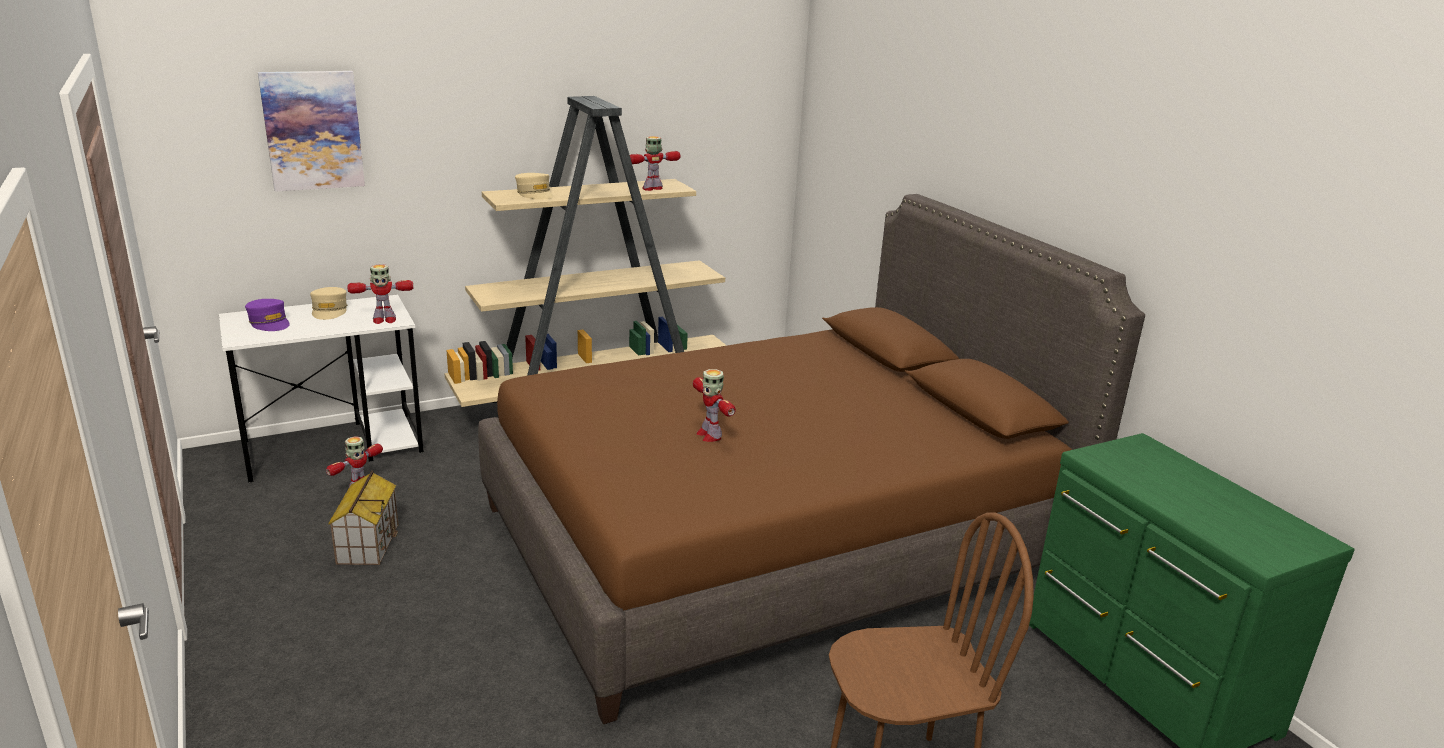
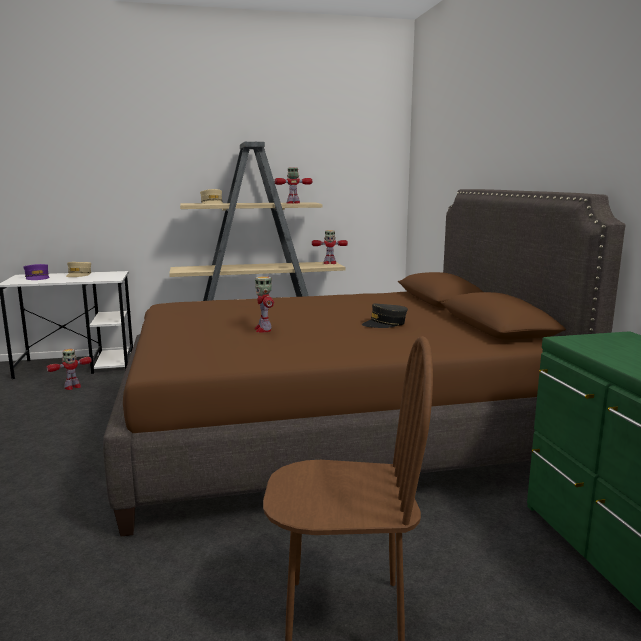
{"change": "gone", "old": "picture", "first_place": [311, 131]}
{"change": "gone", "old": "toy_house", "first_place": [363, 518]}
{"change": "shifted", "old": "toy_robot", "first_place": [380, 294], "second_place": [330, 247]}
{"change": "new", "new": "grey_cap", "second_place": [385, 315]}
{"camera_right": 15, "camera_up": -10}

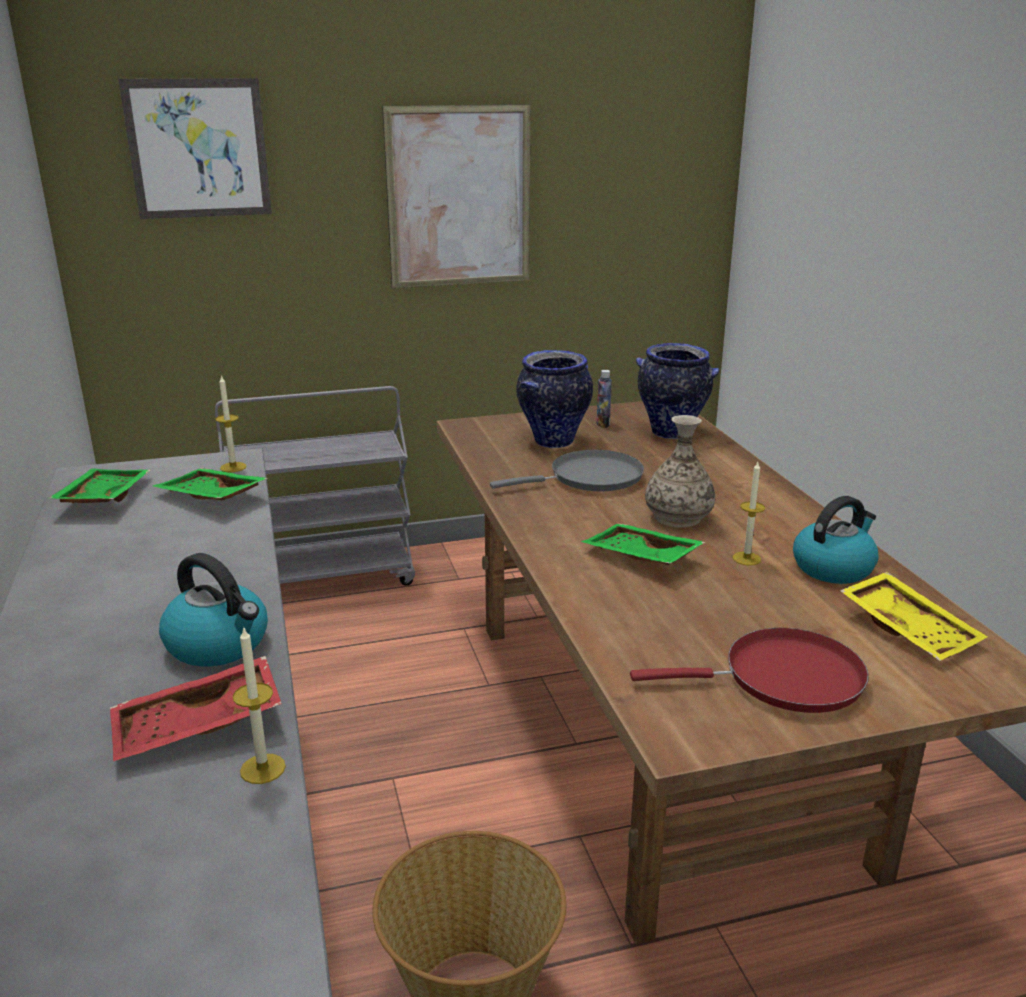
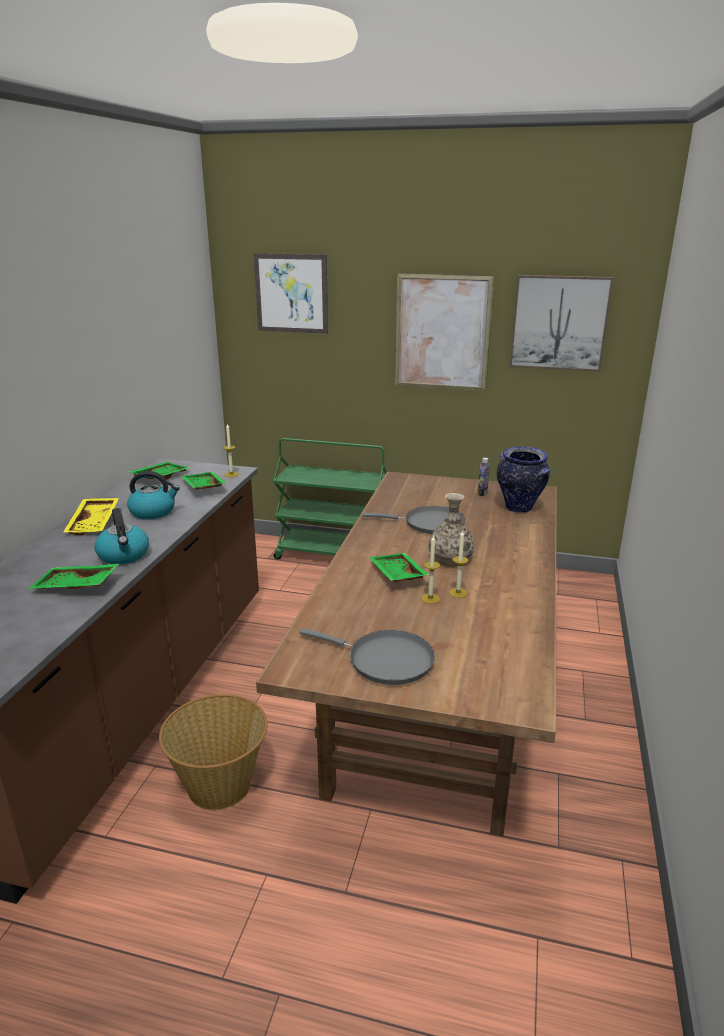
{"change": "repainted", "old": "red_tray", "new": "green_tray", "first_place": [196, 709], "second_place": [74, 576]}
{"change": "repainted", "old": "grey_cart", "new": "green_cart", "first_place": [315, 486], "second_place": [330, 498]}
{"change": "shifted", "old": "candle", "first_place": [259, 705], "second_place": [430, 569]}
{"change": "gone", "old": "vase", "first_place": [554, 399]}
{"change": "repainted", "old": "red_frying_pan", "new": "grey_frying_pan", "first_place": [749, 670], "second_place": [367, 656]}
{"change": "shifted", "old": "kettle", "first_place": [835, 540], "second_place": [153, 495]}
{"change": "shifted", "old": "yellow_tray", "first_place": [913, 616], "second_place": [91, 516]}
{"change": "new", "new": "picture", "second_place": [562, 323]}
{"camera_right": 30, "camera_up": 0}

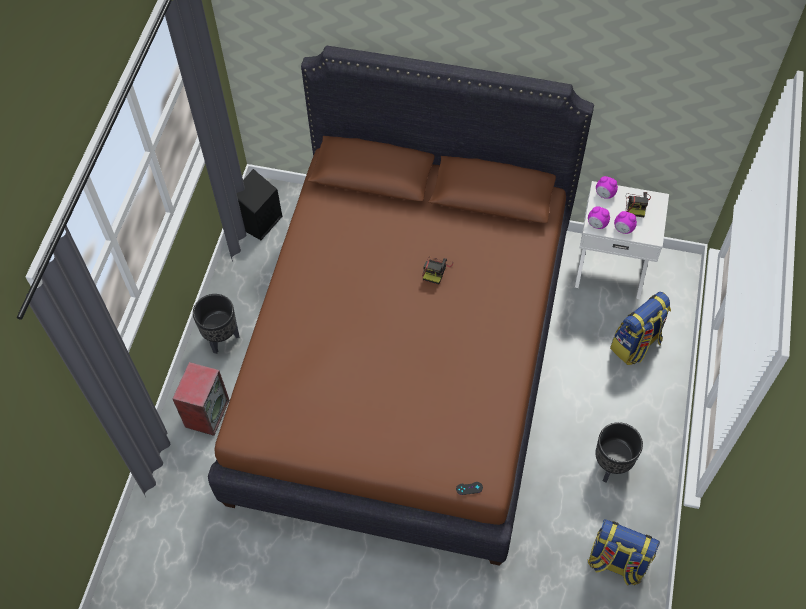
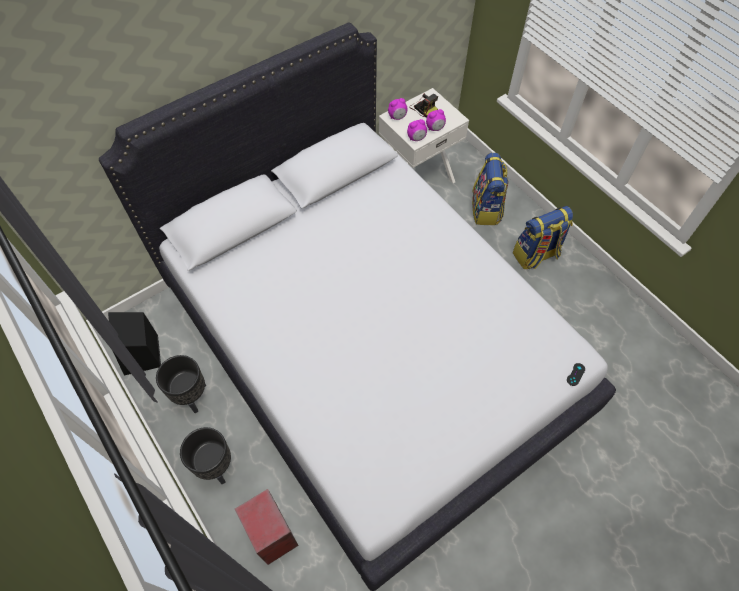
{"change": "repainted", "old": "brown_bed", "new": "white_bed", "first_place": [401, 306], "second_place": [357, 306]}
{"change": "gone", "old": "photo_camera", "first_place": [437, 271]}
{"change": "shifted", "old": "backpack", "first_place": [624, 552], "second_place": [543, 237]}
{"change": "shifted", "old": "black_planter", "first_place": [619, 452], "second_place": [181, 384]}
{"camera_right": -50, "camera_up": 0}

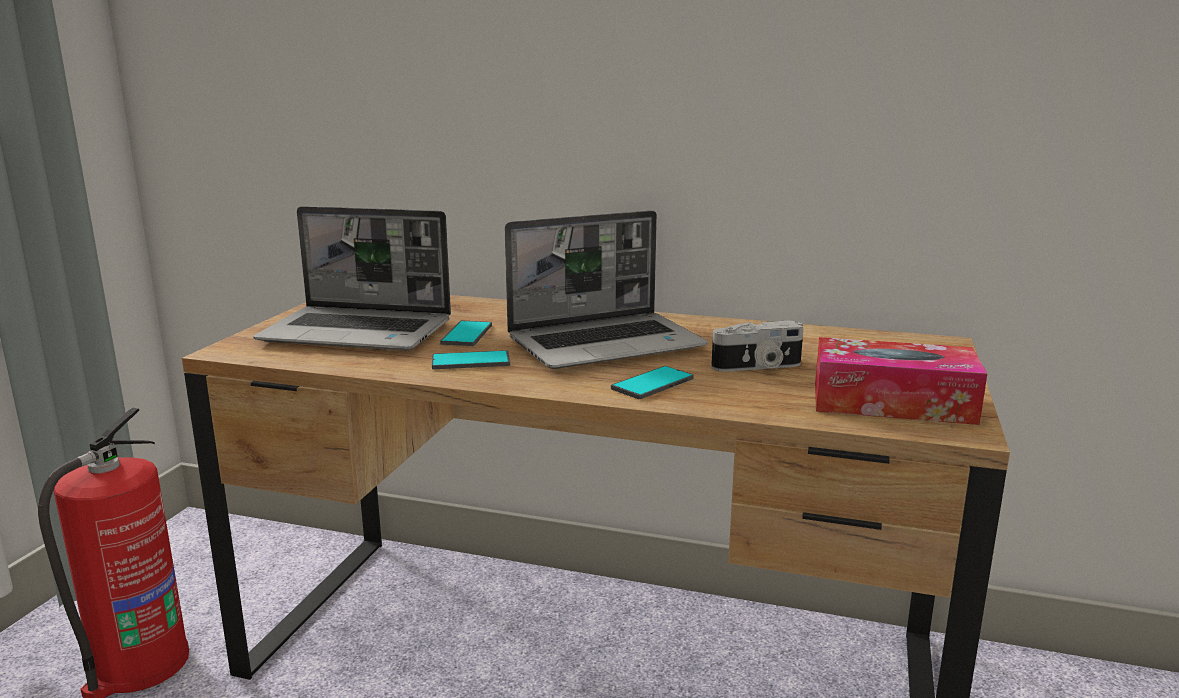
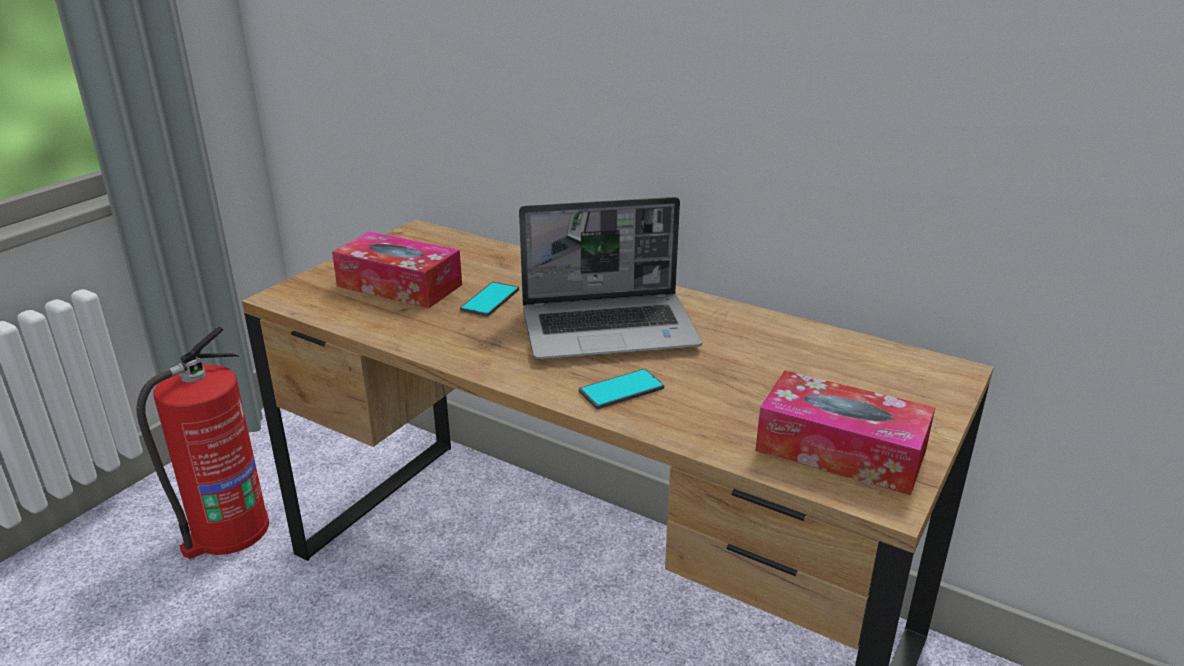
{"change": "swapped", "old": "laptop", "new": "tissue_box", "first_place": [352, 278], "second_place": [397, 270]}
{"change": "gone", "old": "phone", "first_place": [471, 359]}
{"change": "gone", "old": "photo_camera", "first_place": [757, 346]}
{"camera_right": 15, "camera_up": 10}

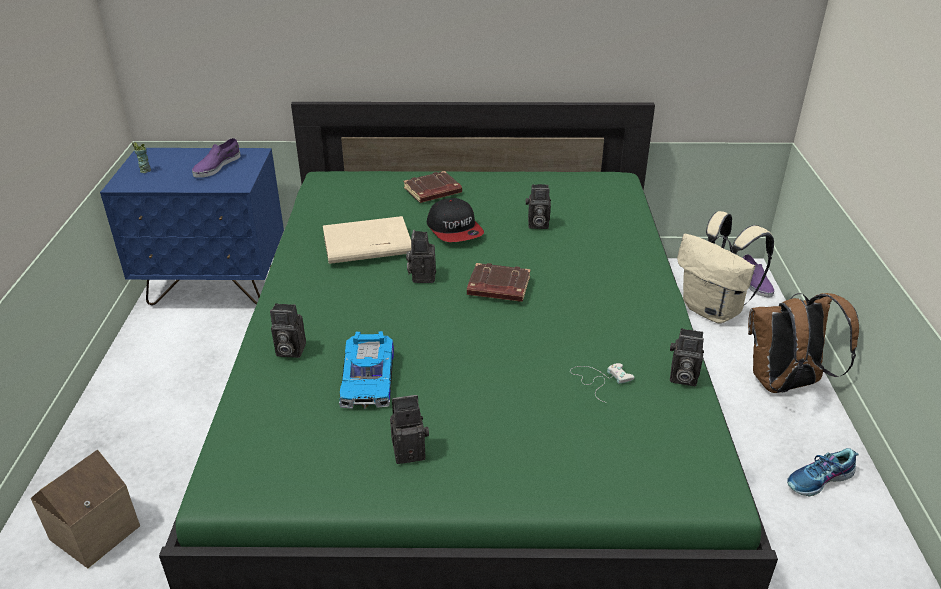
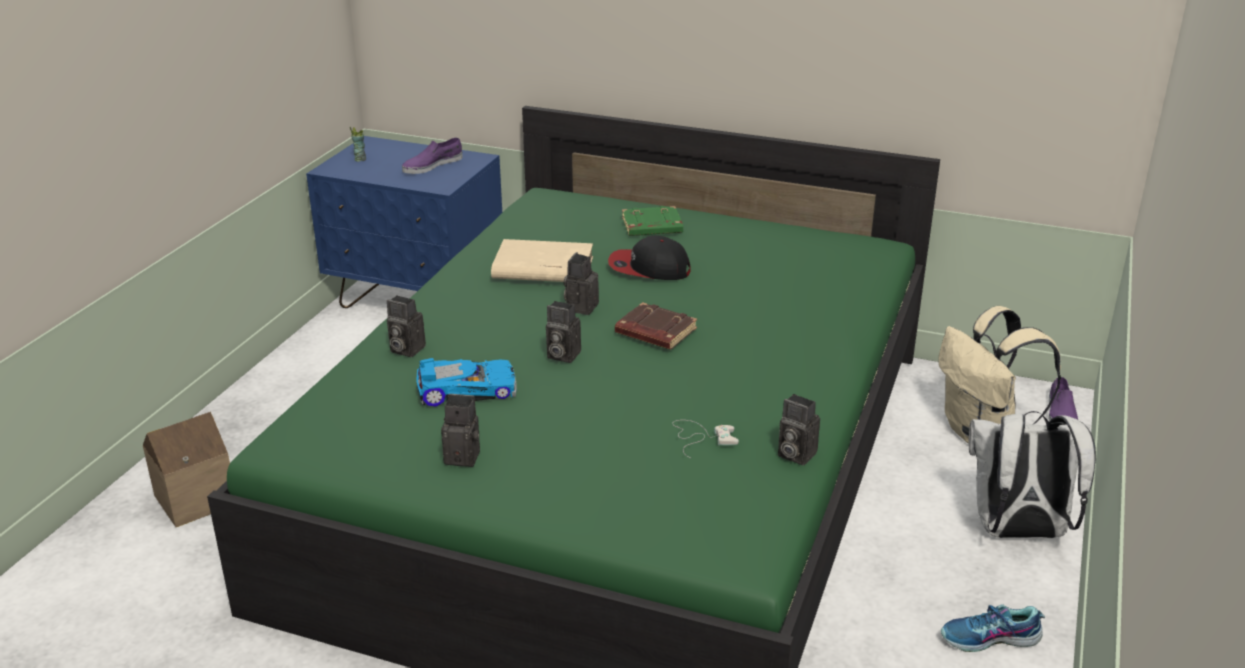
{"change": "rotated", "old": "toy_car", "first_place": [366, 370], "second_place": [466, 382], "degrees": -120}
{"change": "repainted", "old": "brown_book", "new": "green_book", "first_place": [432, 187], "second_place": [652, 221]}
{"change": "rotated", "old": "cap", "first_place": [455, 220], "second_place": [649, 258], "degrees": 105}
{"change": "shifted", "old": "photo_camera", "first_place": [538, 206], "second_place": [563, 332]}
{"change": "repainted", "old": "brown_backpack", "new": "white_backpack", "first_place": [803, 343], "second_place": [1032, 474]}
{"camera_right": 20, "camera_up": -5}

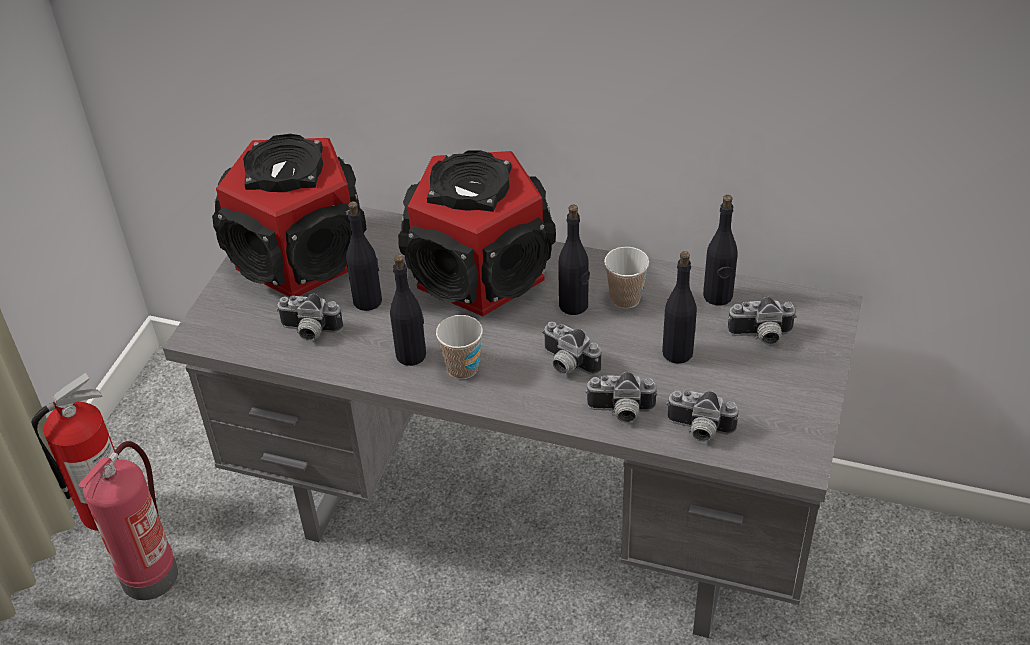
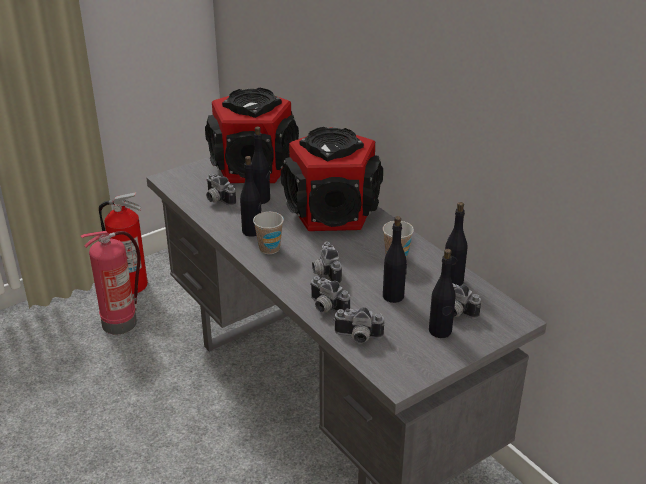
{"change": "shifted", "old": "black_bottle", "first_place": [574, 260], "second_place": [442, 293]}
{"change": "rotated", "old": "photo_camera", "first_place": [702, 416], "second_place": [359, 325], "degrees": -45}
{"camera_right": 35, "camera_up": -10}

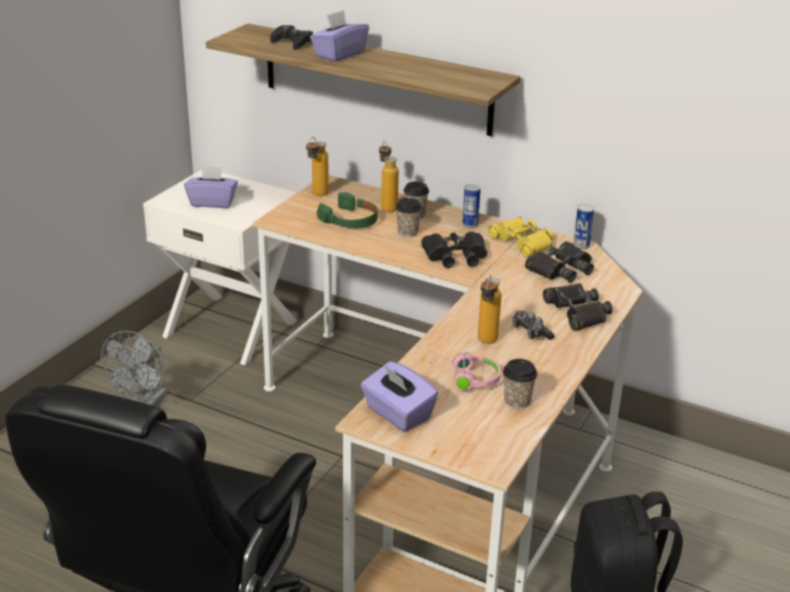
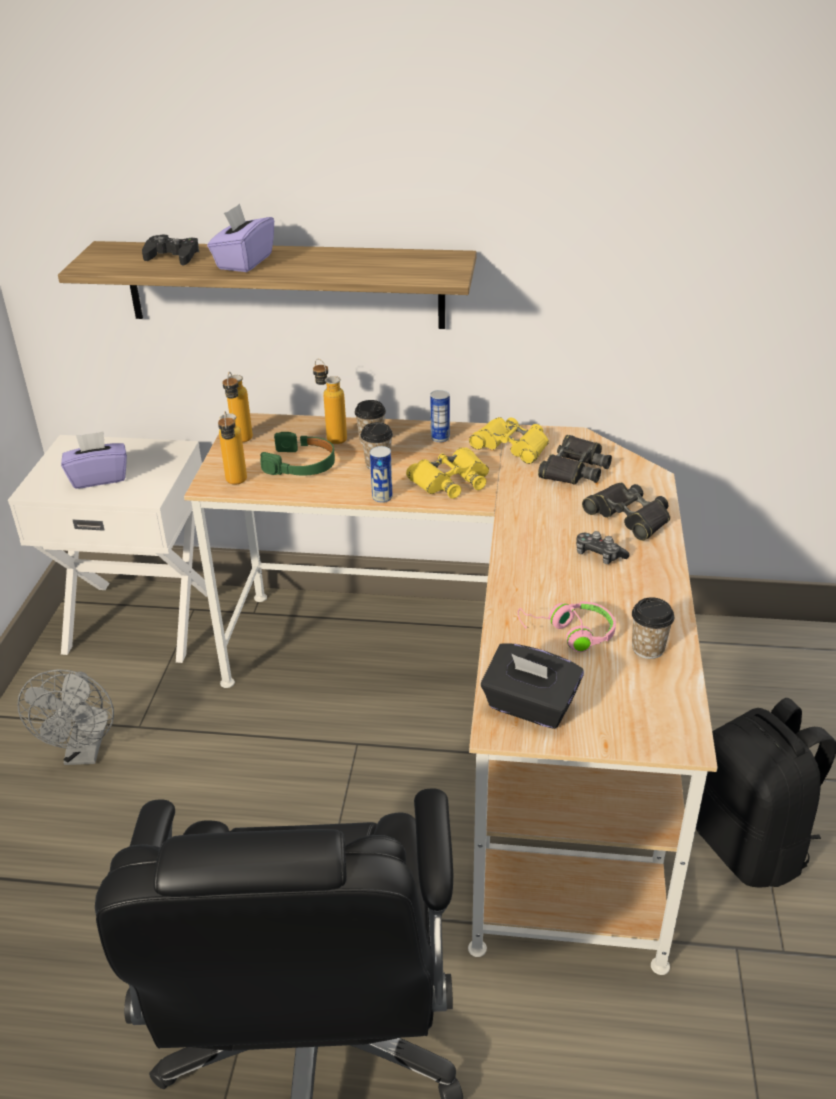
{"change": "repainted", "old": "purple_tissue_box", "new": "black_tissue_box", "first_place": [399, 396], "second_place": [532, 686]}
{"change": "repainted", "old": "black_binoculars", "new": "yellow_binoculars", "first_place": [454, 250], "second_place": [447, 473]}
{"change": "shifted", "old": "bottle", "first_place": [489, 309], "second_place": [232, 448]}
{"change": "shifted", "old": "can", "first_place": [583, 226], "second_place": [381, 474]}
{"camera_right": -20, "camera_up": 5}

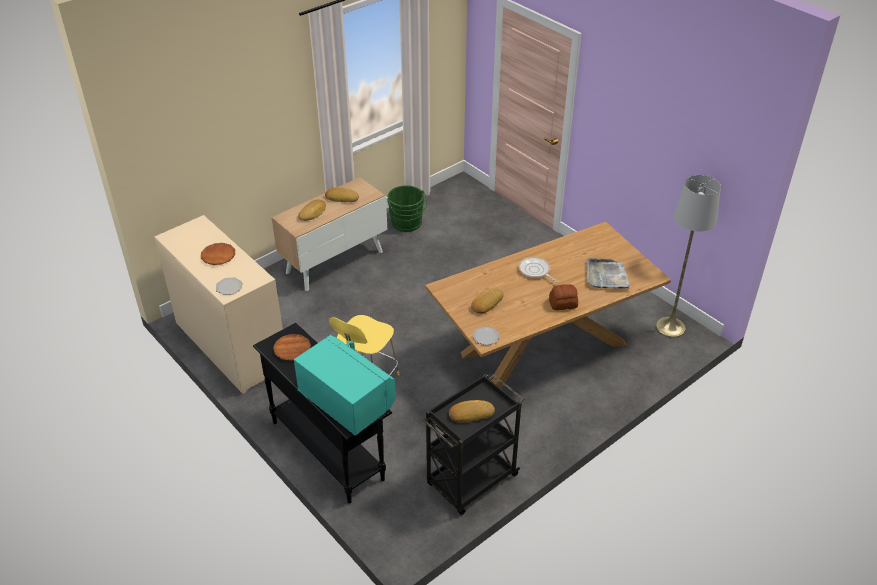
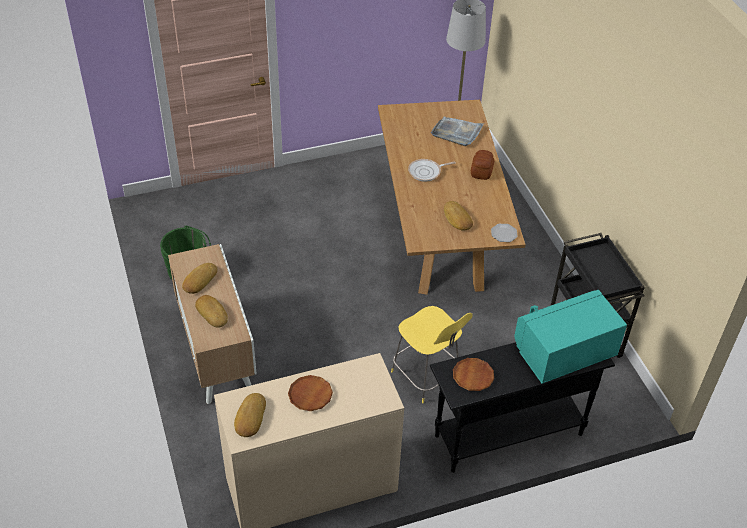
{"change": "gone", "old": "plate", "first_place": [229, 286]}
{"change": "shifted", "old": "bread", "first_place": [472, 411], "second_place": [250, 415]}
{"camera_right": -70, "camera_up": 5}

